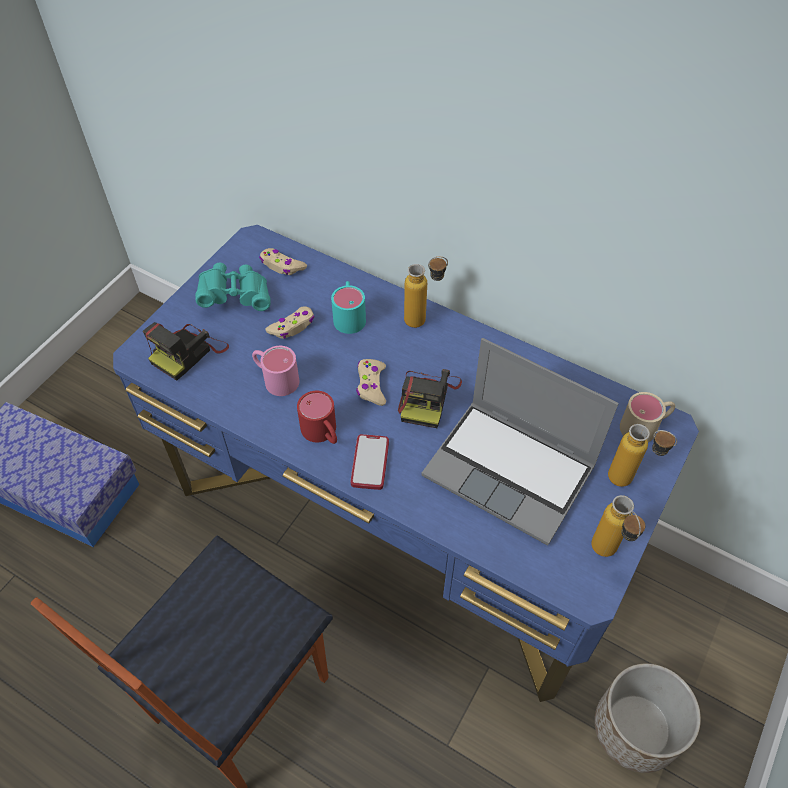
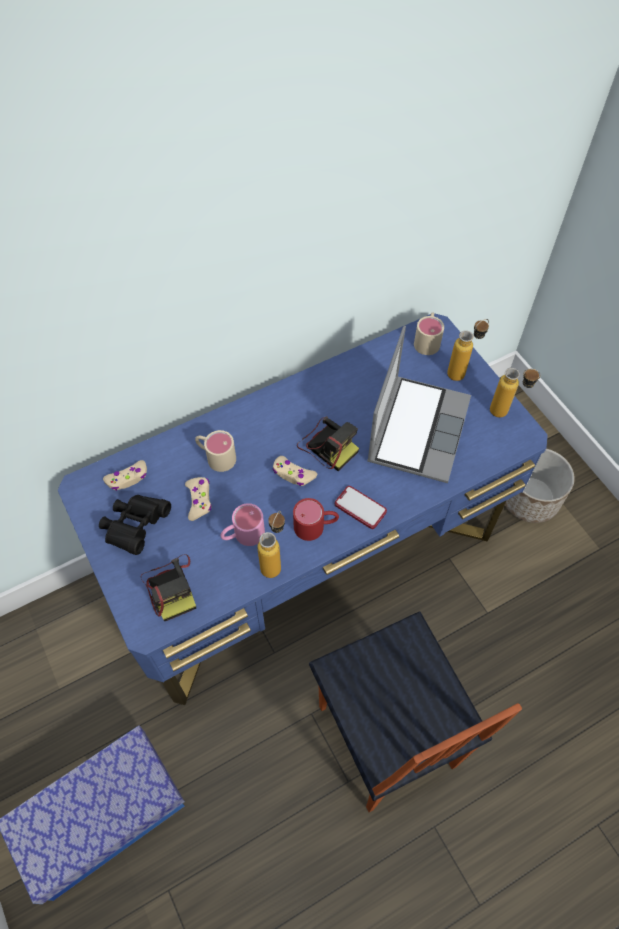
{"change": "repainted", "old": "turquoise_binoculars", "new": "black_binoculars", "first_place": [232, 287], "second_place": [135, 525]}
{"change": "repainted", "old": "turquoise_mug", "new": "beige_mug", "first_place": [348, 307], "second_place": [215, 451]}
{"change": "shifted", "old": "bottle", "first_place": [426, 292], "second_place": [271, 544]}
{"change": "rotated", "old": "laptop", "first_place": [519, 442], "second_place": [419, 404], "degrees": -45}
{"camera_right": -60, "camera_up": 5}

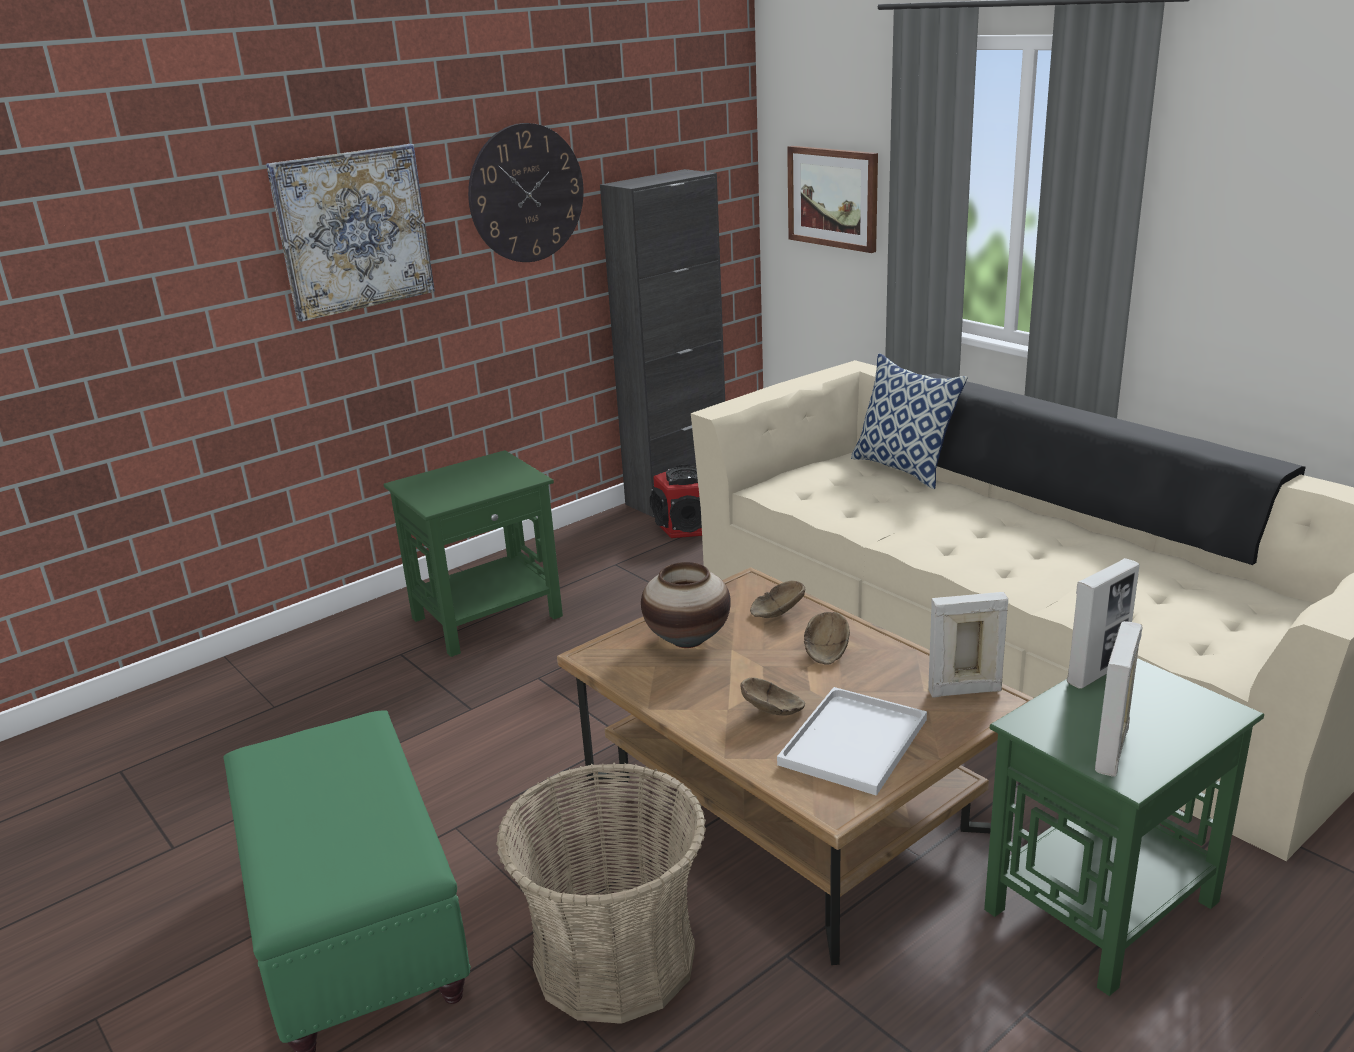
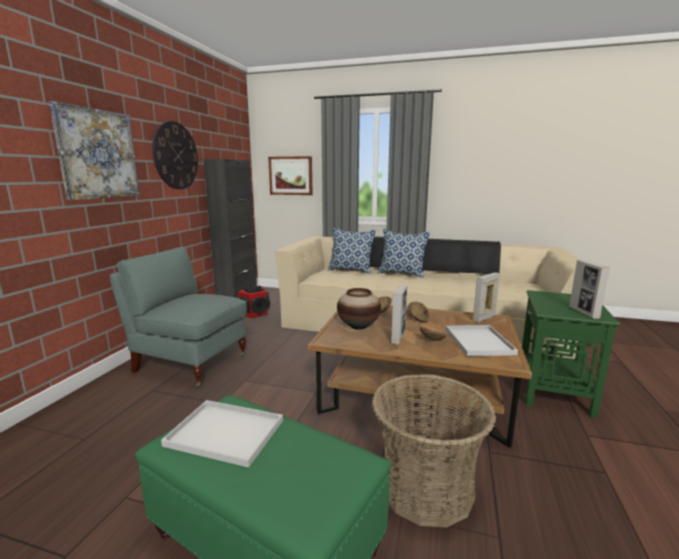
{"change": "swapped", "old": "green_side_table", "new": "grey_armchair", "first_place": [473, 553], "second_place": [178, 316]}
{"change": "shifted", "old": "picture_frame", "first_place": [1103, 623], "second_place": [399, 315]}
{"change": "new", "new": "white_tray", "second_place": [222, 434]}
{"change": "new", "new": "pillow", "second_place": [404, 253]}
{"camera_right": -35, "camera_up": -10}

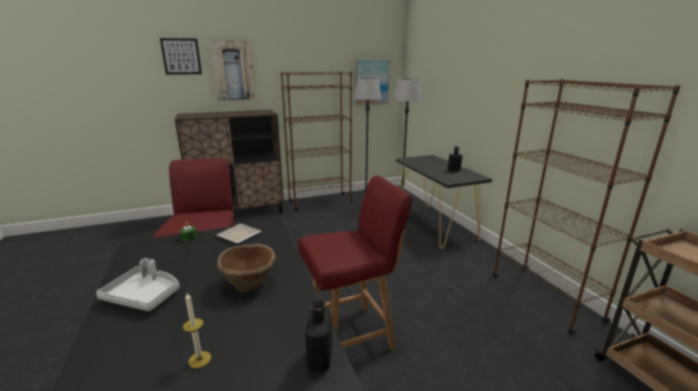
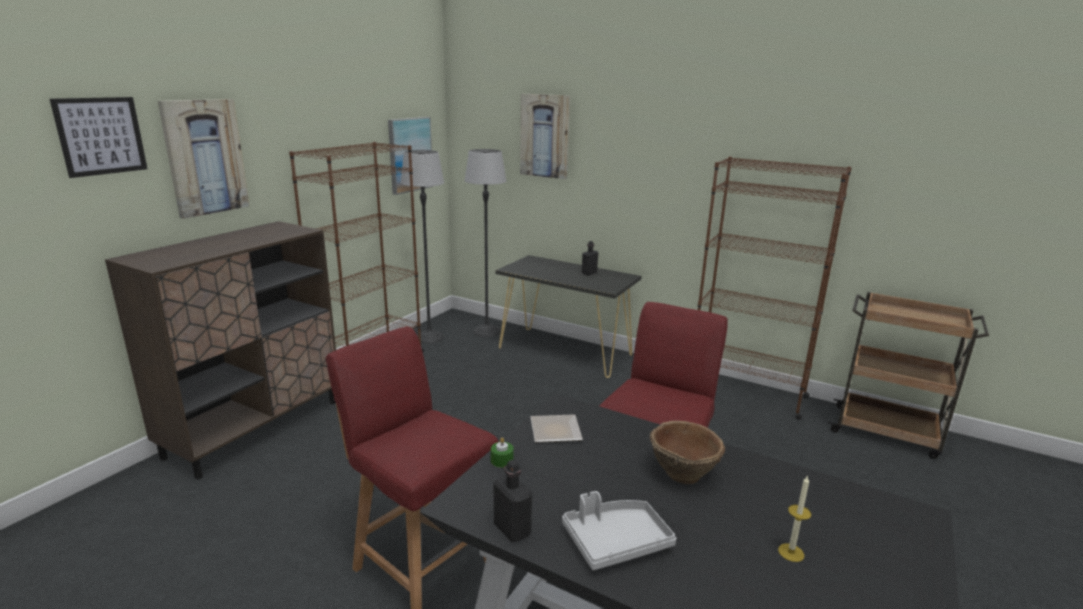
{"change": "shifted", "old": "black_bottle", "first_place": [318, 334], "second_place": [512, 501]}
{"change": "new", "new": "picture", "second_place": [545, 136]}
{"camera_right": -40, "camera_up": 0}

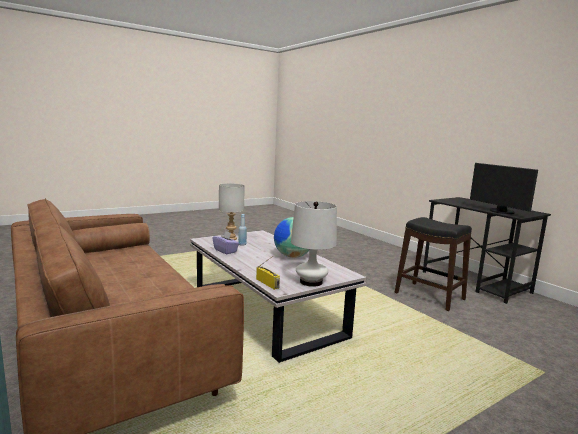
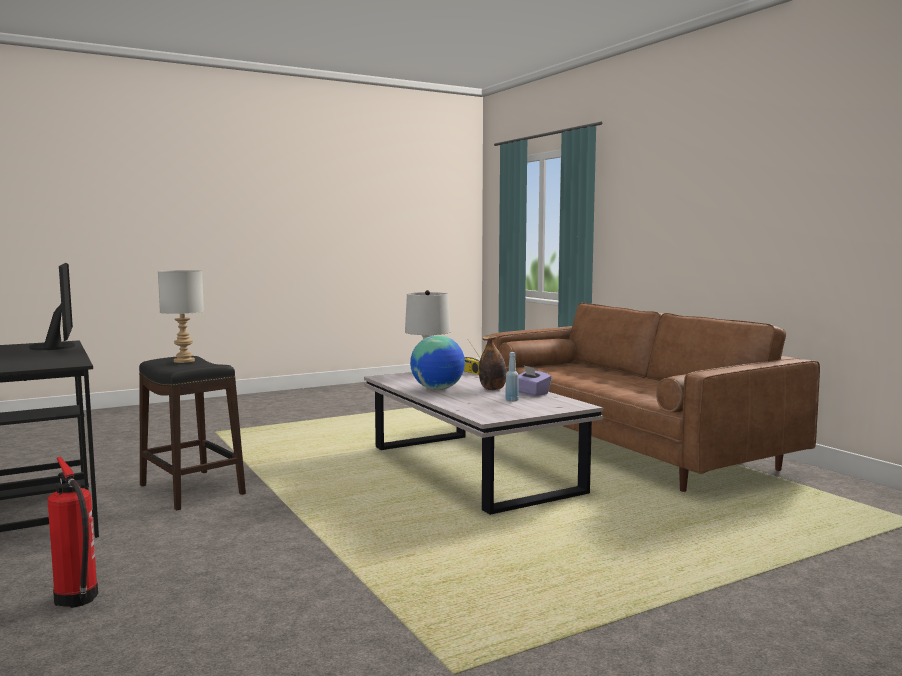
{"change": "shifted", "old": "grey_table_lamp", "first_place": [232, 211], "second_place": [181, 316]}
{"change": "new", "new": "fire_extinguisher", "second_place": [72, 532]}
{"change": "new", "new": "bottle", "second_place": [493, 362]}
{"camera_right": -175, "camera_up": -5}

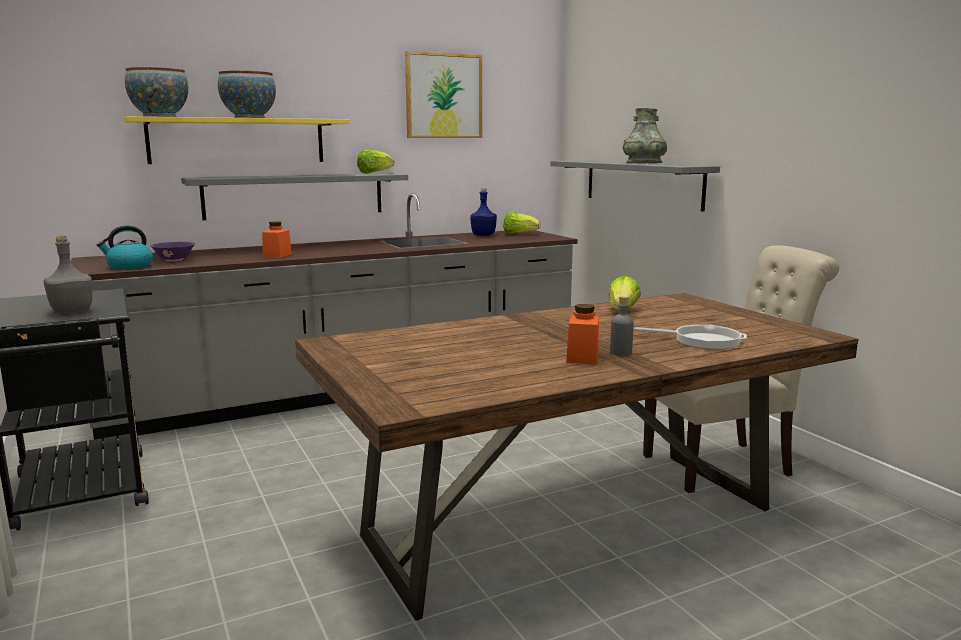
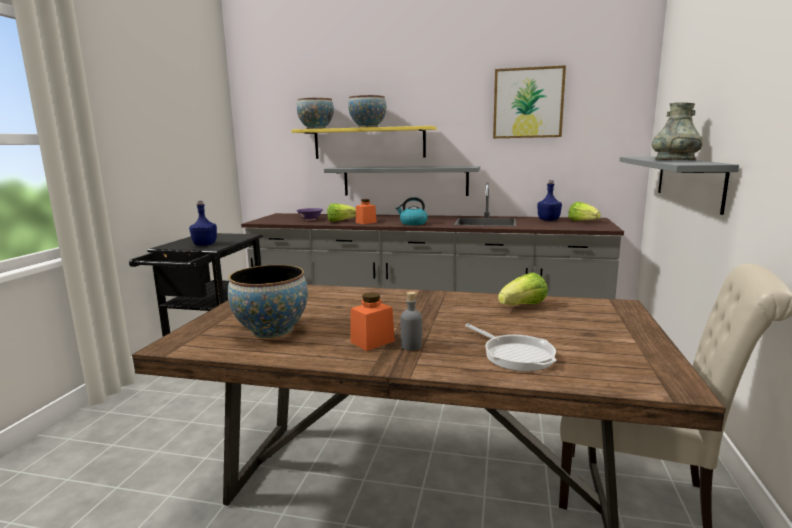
{"change": "repainted", "old": "grey_bottle", "new": "blue_bottle", "first_place": [68, 274], "second_place": [203, 223]}
{"change": "shifted", "old": "kettle", "first_place": [125, 247], "second_place": [412, 211]}
{"change": "shifted", "old": "lettuce", "first_place": [375, 161], "second_place": [341, 212]}
{"change": "new", "new": "bowl", "second_place": [268, 301]}
{"camera_right": 40, "camera_up": 0}

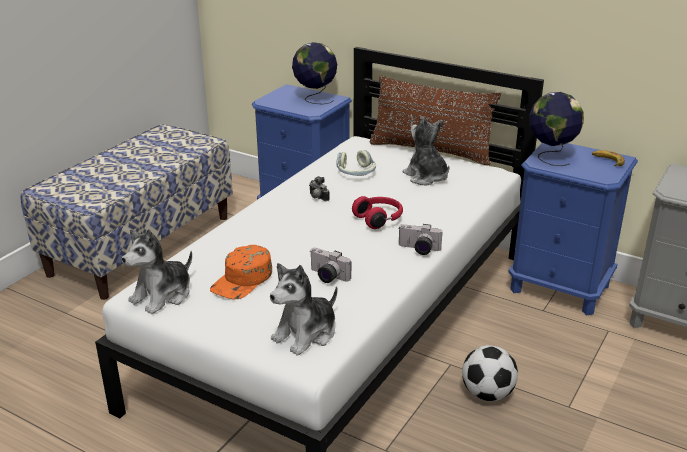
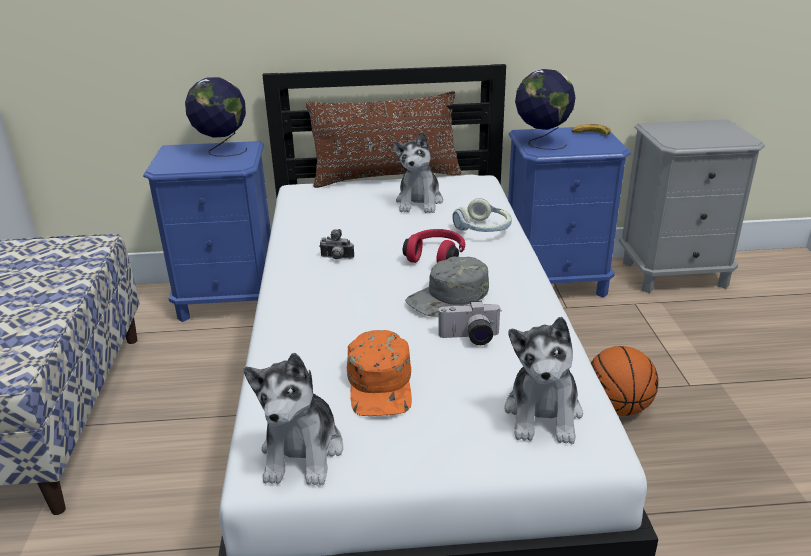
{"change": "shifted", "old": "headphones", "first_place": [356, 163], "second_place": [482, 215]}
{"change": "gone", "old": "photo_camera", "first_place": [421, 239]}
{"change": "rotated", "old": "plush_toy", "first_place": [426, 151], "second_place": [418, 172], "degrees": -105}
{"change": "swapped", "old": "football", "new": "basketball", "first_place": [490, 373], "second_place": [625, 381]}
{"change": "new", "new": "grey_cap", "second_place": [447, 287]}
{"camera_right": -35, "camera_up": 0}

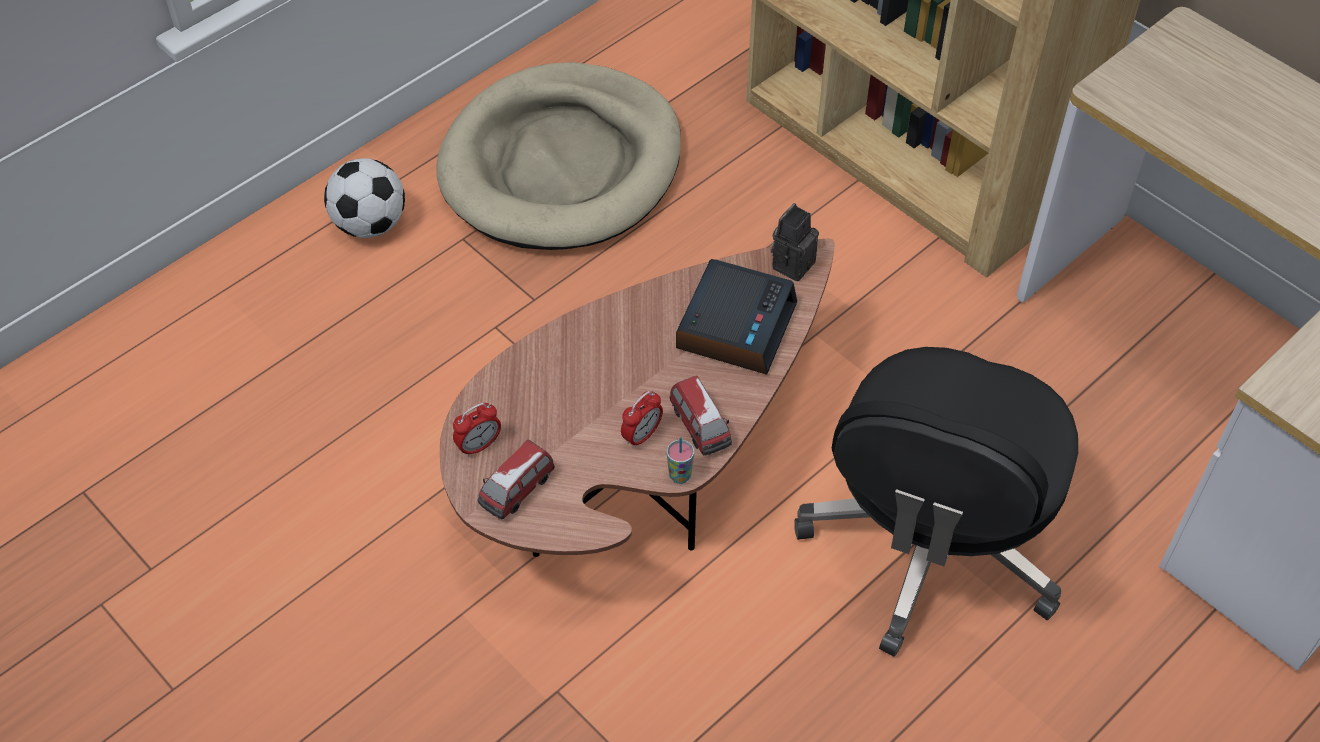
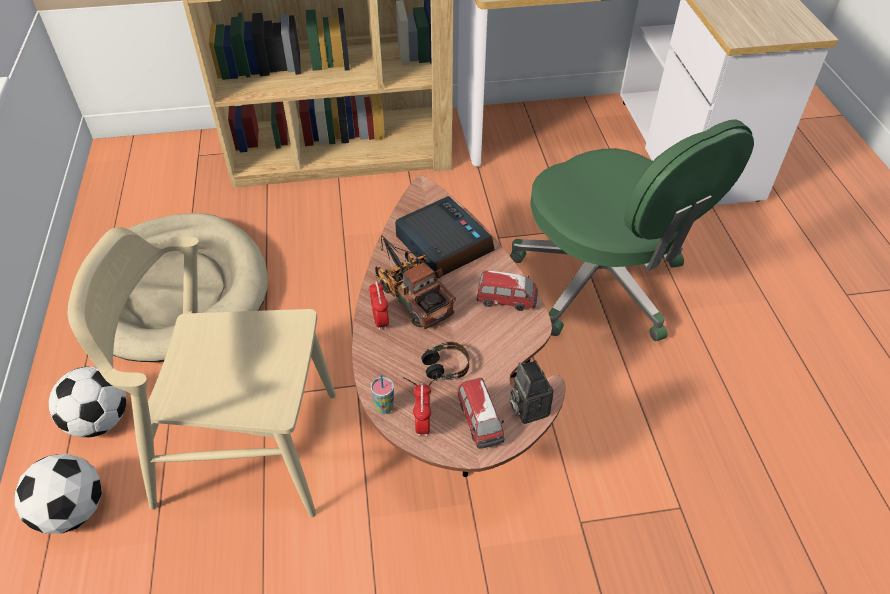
{"change": "shifted", "old": "alarm_clock", "first_place": [642, 420], "second_place": [379, 306]}
{"change": "shifted", "old": "cup", "first_place": [680, 460], "second_place": [382, 394]}
{"change": "shifted", "old": "photo_camera", "first_place": [795, 242], "second_place": [531, 392]}
{"change": "repainted", "old": "black_office_chair", "new": "green_office_chair", "first_place": [936, 502], "second_place": [632, 230]}
{"change": "new", "new": "football", "second_place": [58, 494]}
{"change": "new", "new": "beige_chair", "second_place": [201, 372]}
{"change": "new", "new": "toy_truck", "second_place": [415, 282]}
{"change": "new", "new": "headphones", "second_place": [436, 364]}
{"camera_right": -55, "camera_up": -5}

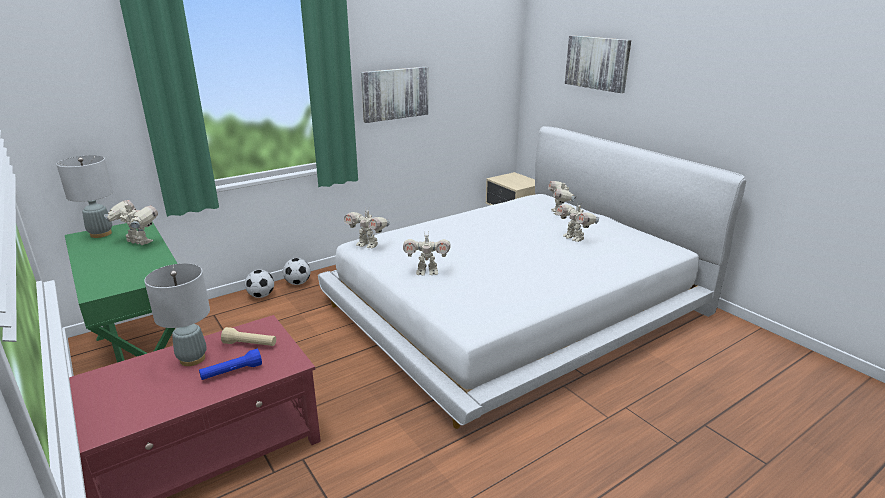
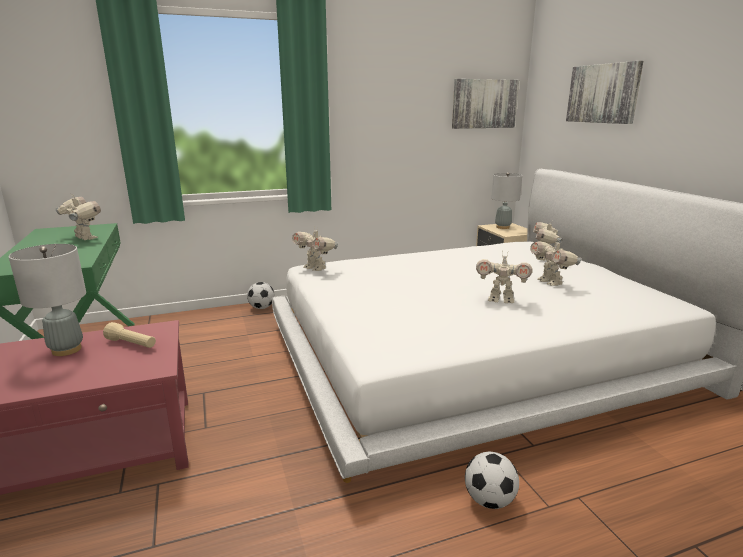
{"change": "shifted", "old": "grey_table_lamp", "first_place": [84, 196], "second_place": [506, 200]}
{"change": "gone", "old": "blue_flashlight", "first_place": [230, 364]}
{"change": "shifted", "old": "football", "first_place": [259, 284], "second_place": [492, 480]}
{"change": "shifted", "old": "picture", "first_place": [395, 95], "second_place": [485, 104]}
{"change": "shifted", "old": "toy_robot", "first_place": [426, 254], "second_place": [504, 277]}
{"camera_right": 15, "camera_up": -5}

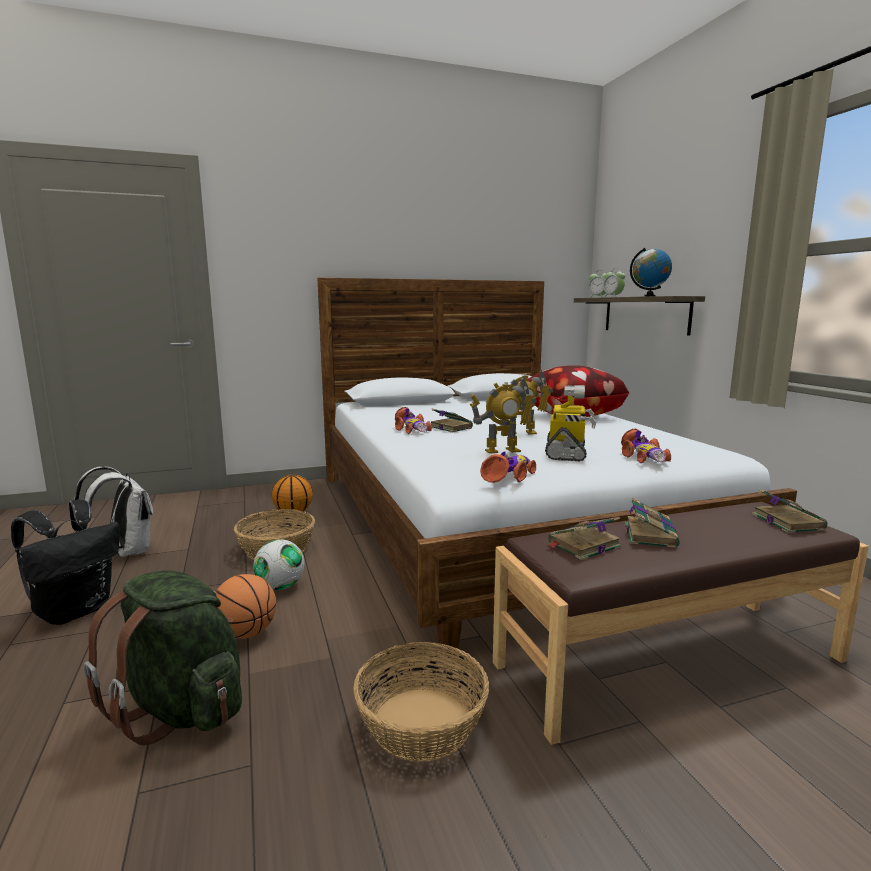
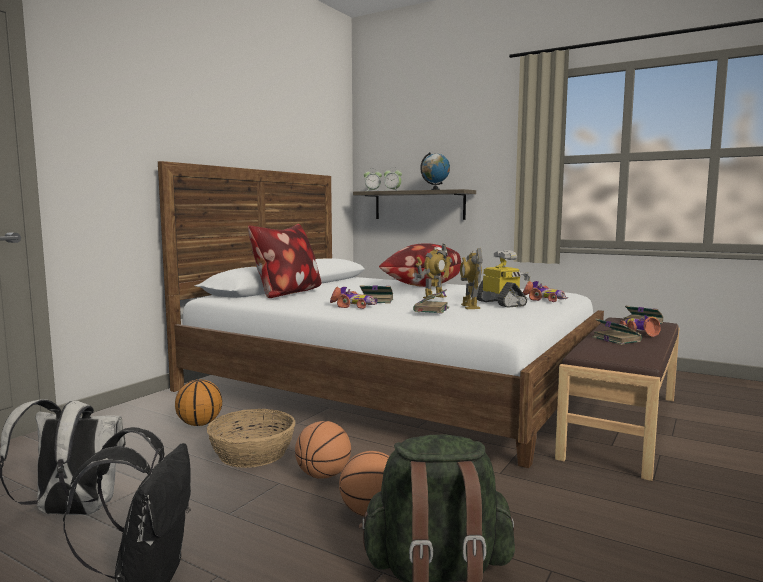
{"change": "swapped", "old": "football", "new": "basketball", "first_place": [279, 564], "second_place": [323, 450]}
{"change": "gone", "old": "basket", "first_place": [421, 702]}
{"change": "rotated", "old": "toy_robot", "first_place": [503, 415], "second_place": [471, 278], "degrees": 135}
{"change": "shifted", "old": "toy_car", "first_place": [508, 467], "second_place": [640, 326]}
{"change": "shifted", "old": "book", "first_place": [583, 538], "second_place": [431, 301]}
{"change": "new", "new": "pillow", "second_place": [284, 261]}
{"camera_right": -40, "camera_up": -5}

